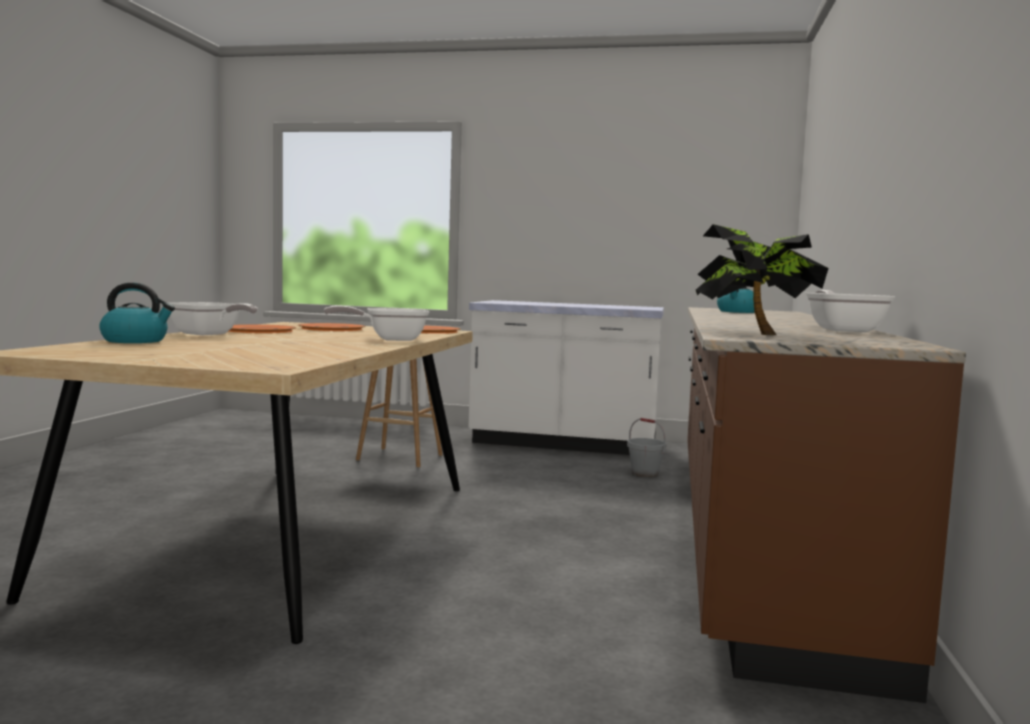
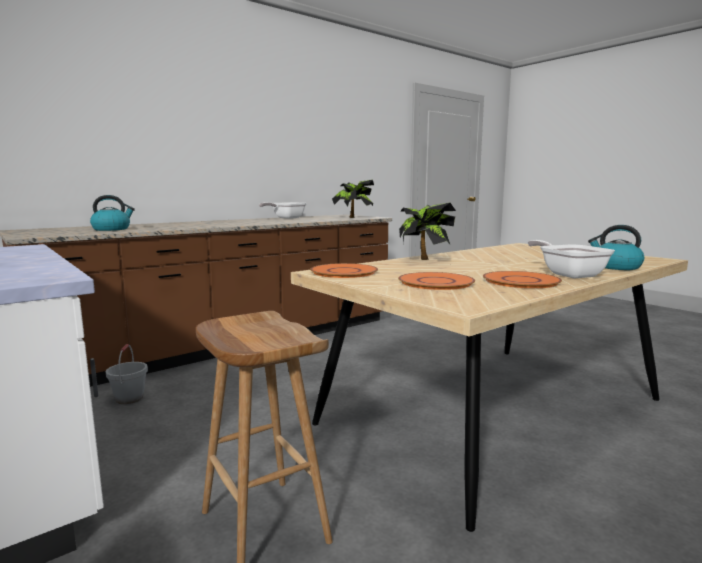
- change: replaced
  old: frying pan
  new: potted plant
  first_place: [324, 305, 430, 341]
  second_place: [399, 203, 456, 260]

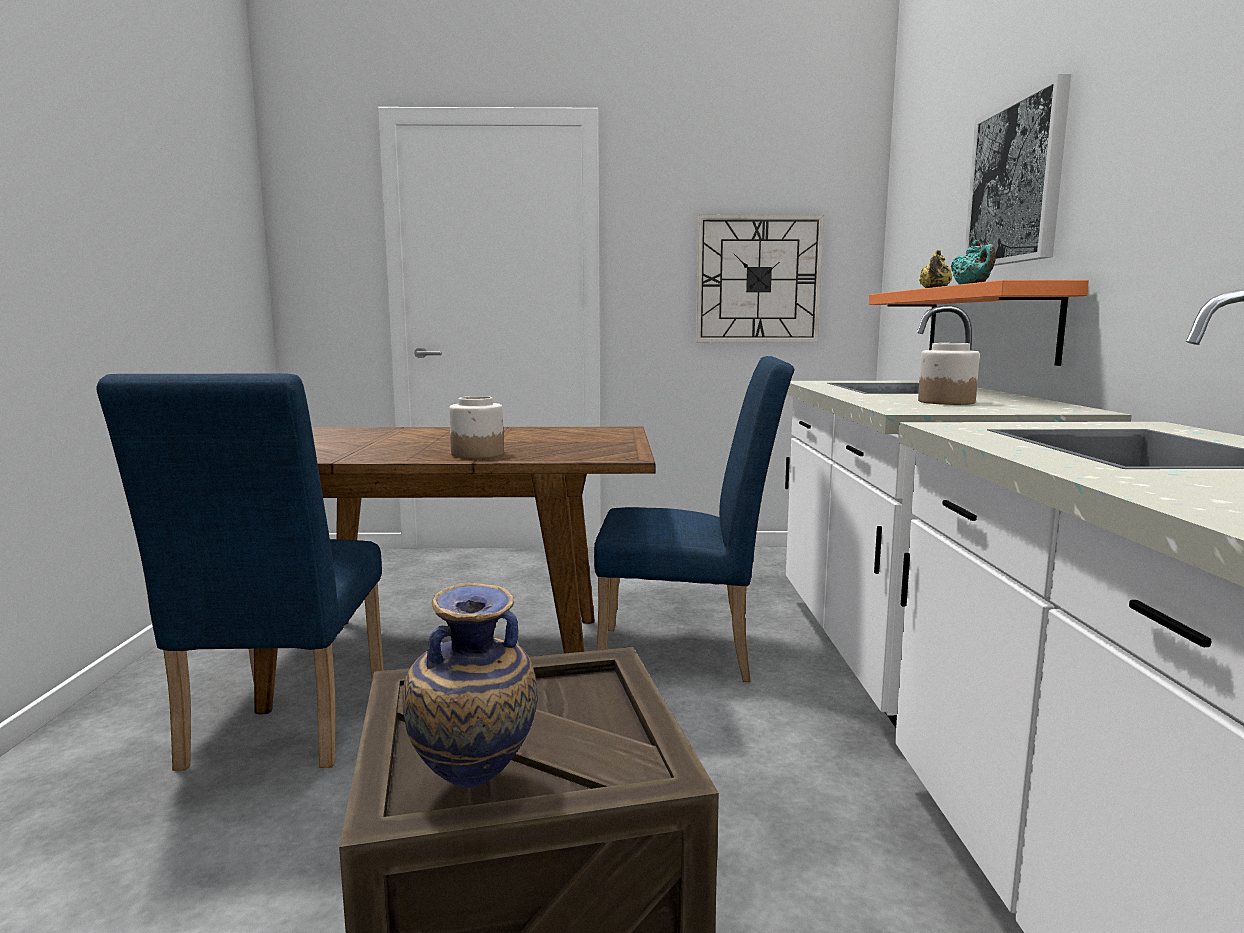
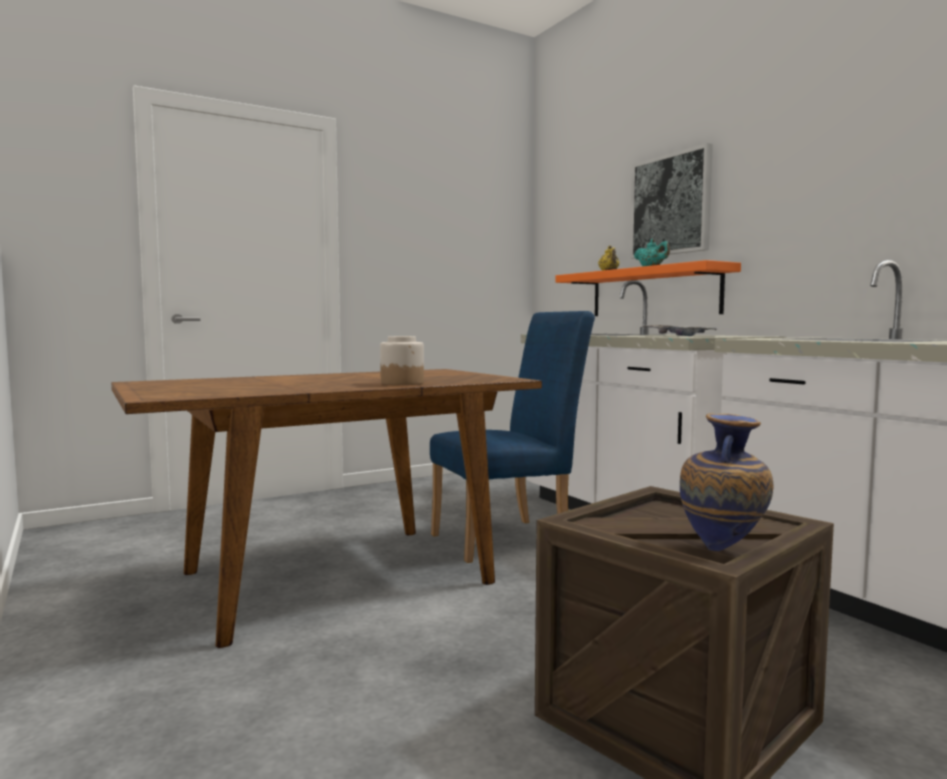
- change: replaced
  old: jar
  new: tray
  first_place: [918, 343, 980, 405]
  second_place: [642, 325, 719, 336]
- change: removed
  old: chair (blue)
  first_place: [96, 373, 384, 771]
- change: removed
  old: wall clock
  first_place: [696, 215, 824, 342]

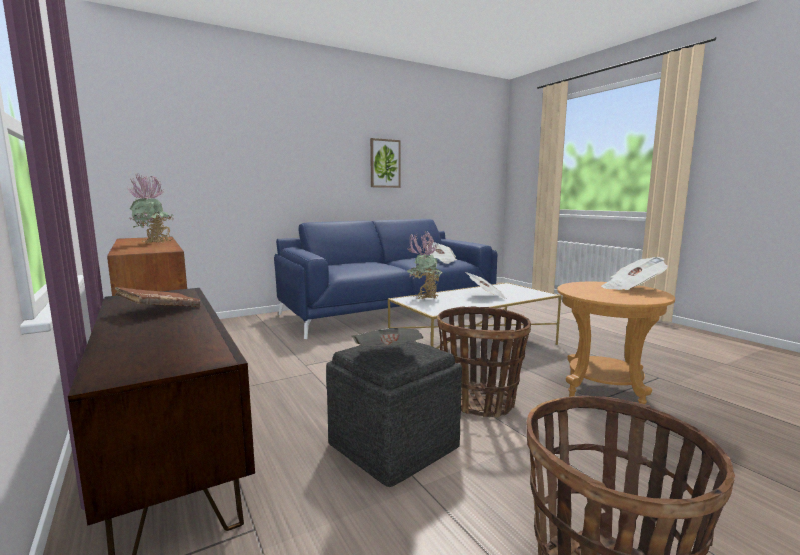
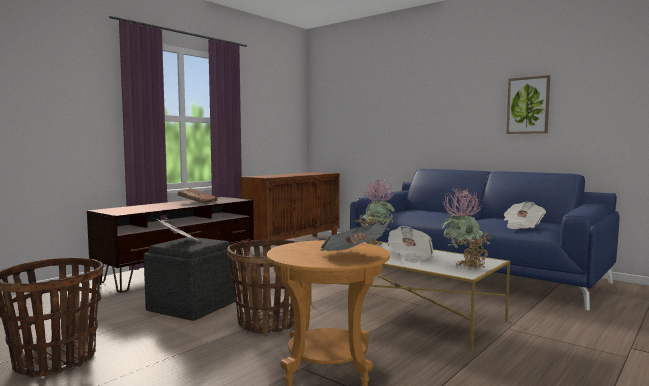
- change: moved
  old: potted plant
  first_place: [128, 174, 175, 243]
  second_place: [441, 187, 492, 269]

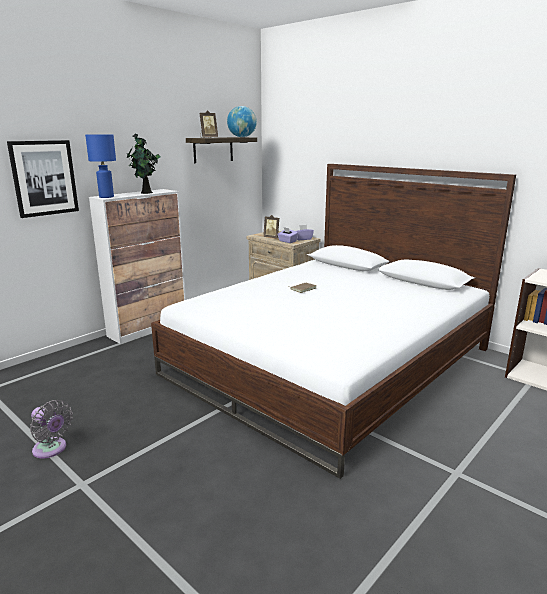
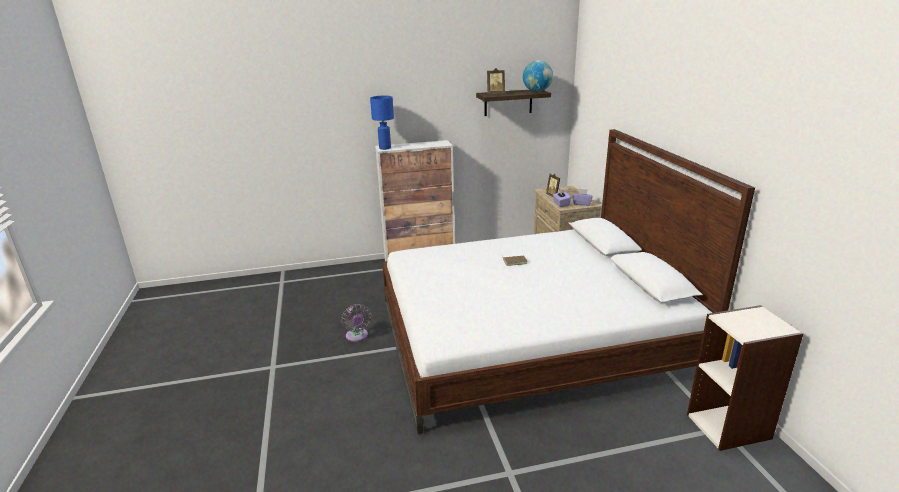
- change: moved
  old: fan (grey)
  first_place: [30, 400, 73, 459]
  second_place: [341, 304, 372, 342]
- change: removed
  old: picture
  first_place: [7, 140, 79, 218]
- change: removed
  old: potted plant
  first_place: [127, 133, 161, 194]

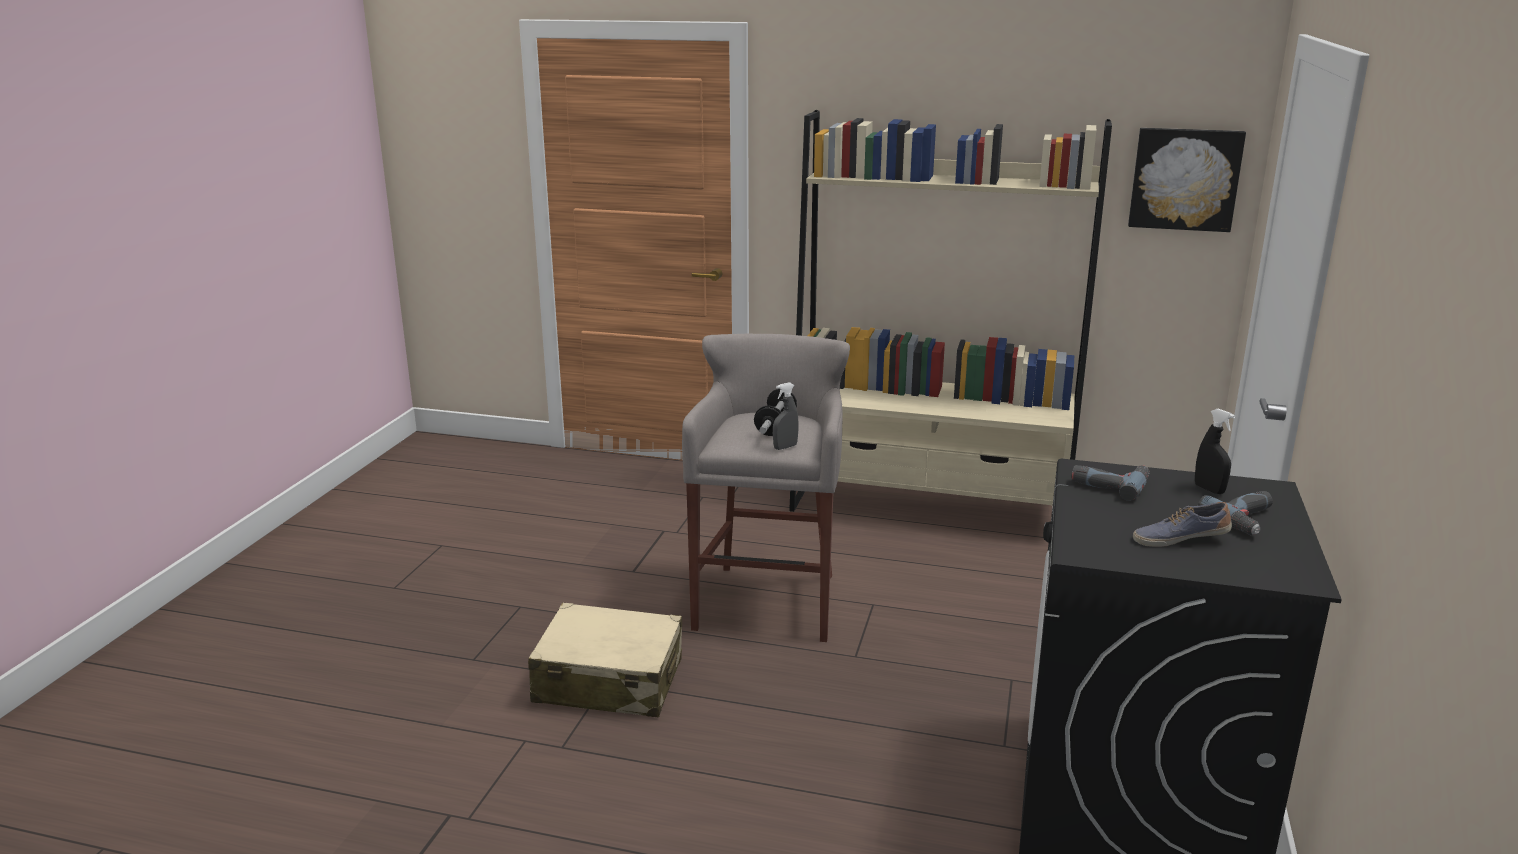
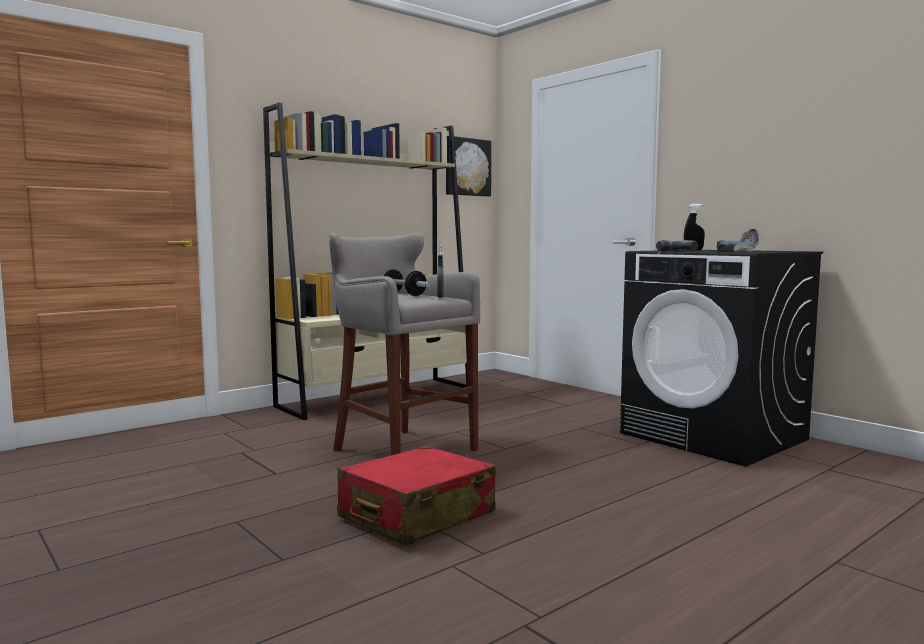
- change: recoloured
  old: suitcase (beige)
  new: suitcase (red)
  first_place: [528, 602, 682, 717]
  second_place: [337, 446, 496, 546]

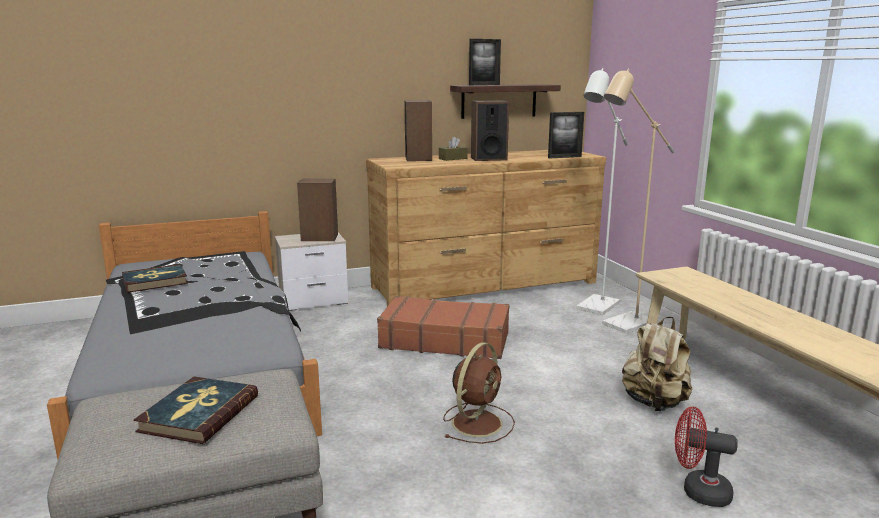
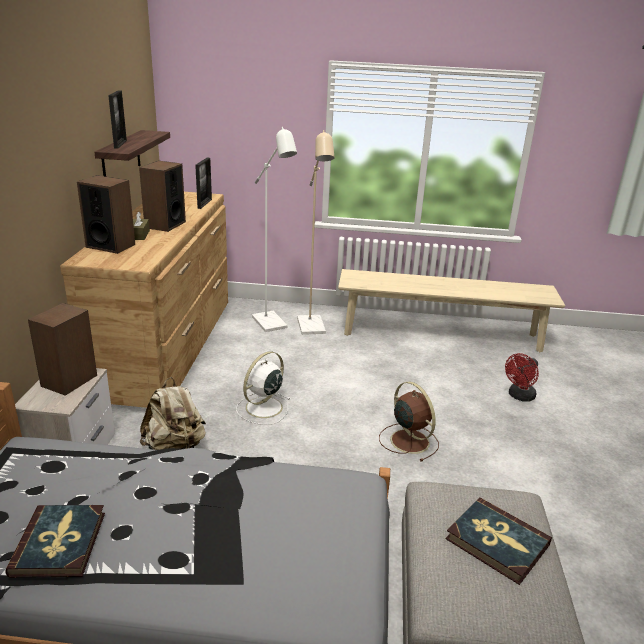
- change: moved
  old: backpack (beige)
  first_place: [622, 317, 692, 412]
  second_place: [140, 377, 206, 450]
- change: replaced
  old: suitcase (brown)
  new: fan (white)
  first_place: [377, 296, 509, 359]
  second_place: [236, 351, 290, 425]

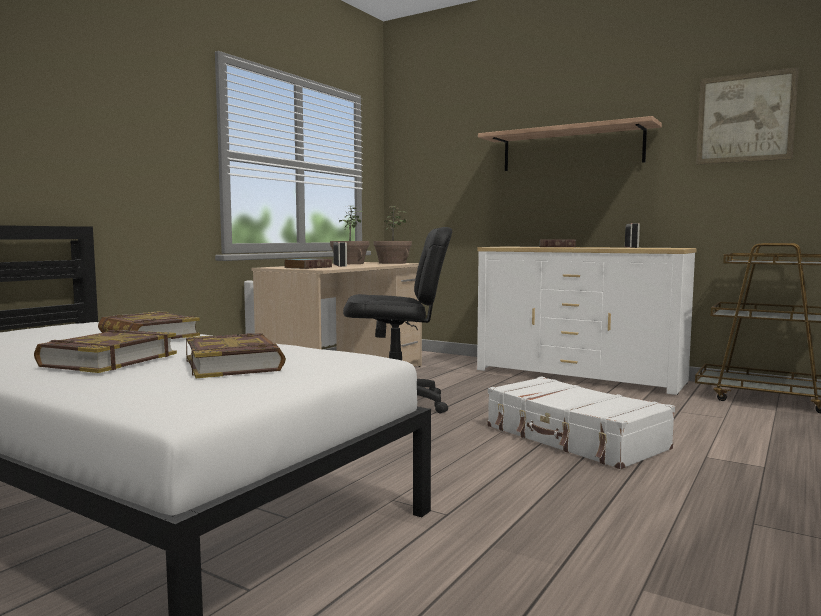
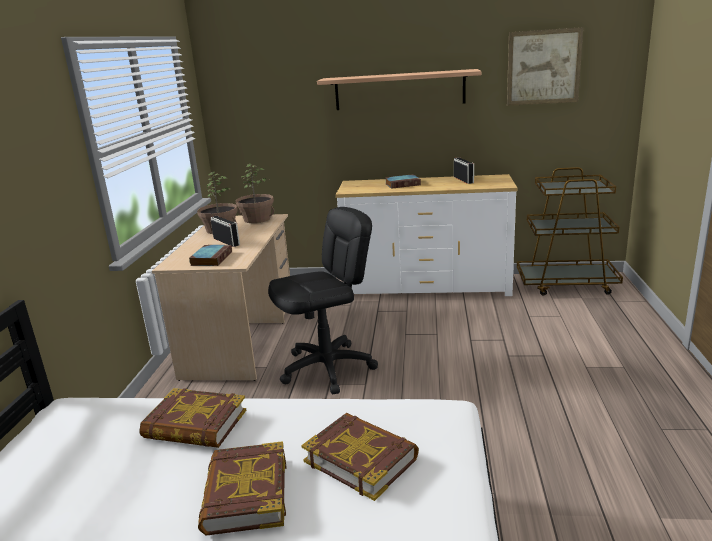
- change: removed
  old: suitcase (white)
  first_place: [488, 376, 675, 469]

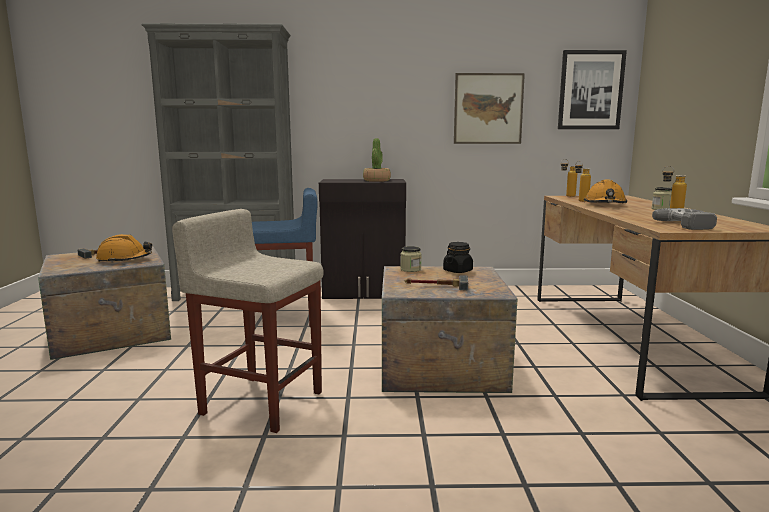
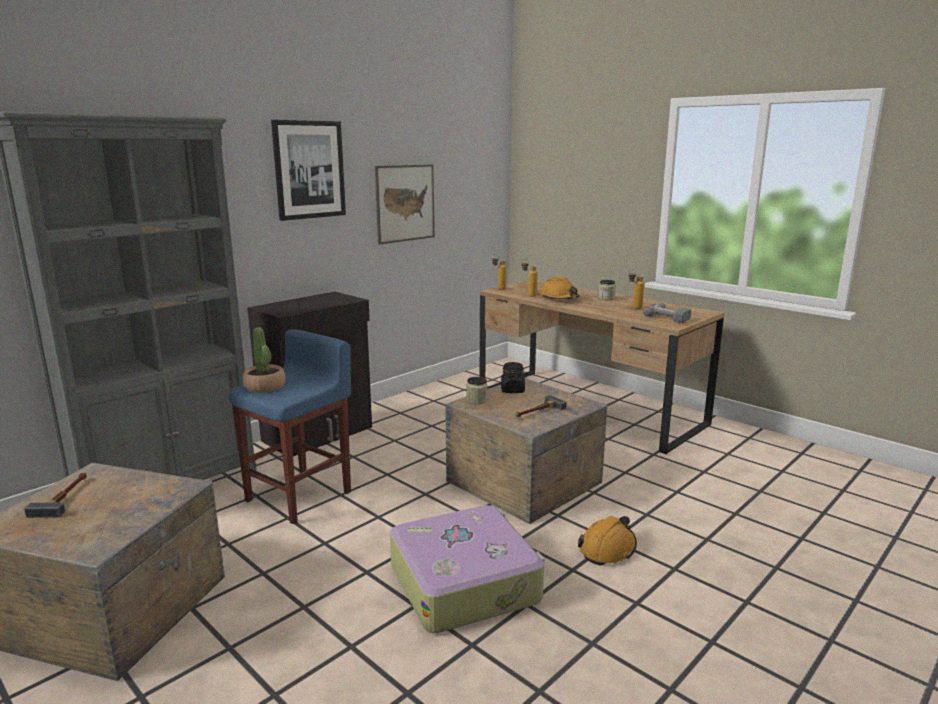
- change: moved
  old: potted plant
  first_place: [363, 138, 391, 182]
  second_place: [243, 327, 286, 393]
- change: moved
  old: picture
  first_place: [558, 50, 627, 129]
  second_place: [271, 120, 346, 221]
- change: replaced
  old: stool (beige)
  new: suitcase
  first_place: [172, 209, 324, 433]
  second_place: [390, 505, 544, 633]
- change: moved
  old: hard hat (orange)
  first_place: [96, 234, 152, 263]
  second_place: [578, 516, 637, 566]

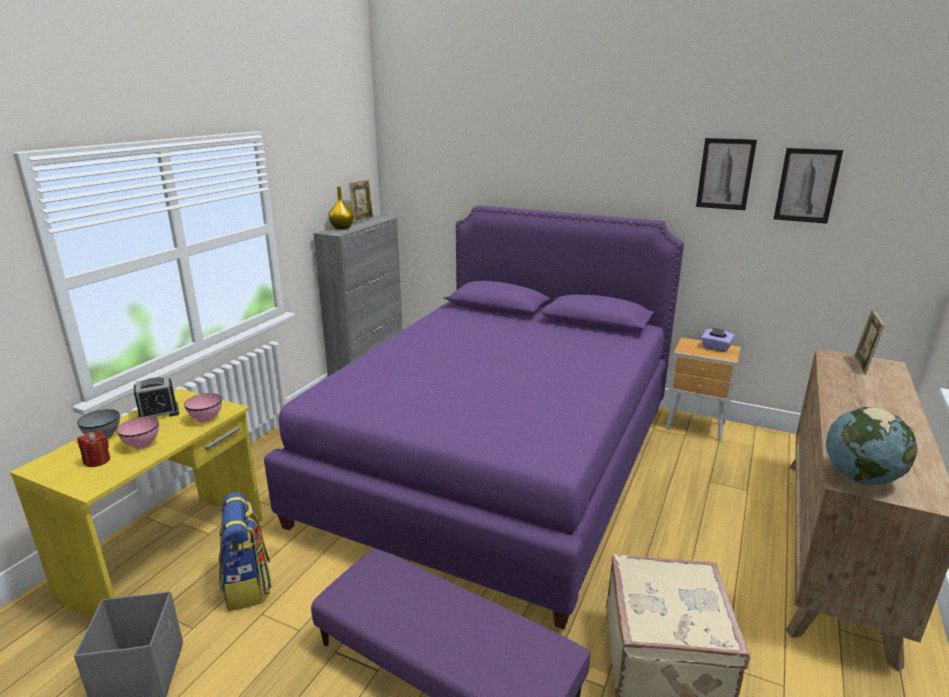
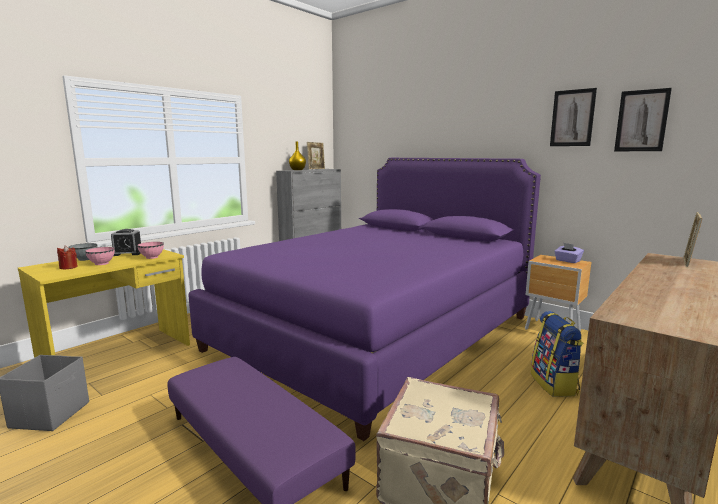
- change: moved
  old: backpack
  first_place: [219, 492, 272, 611]
  second_place: [531, 311, 583, 397]
- change: removed
  old: globe
  first_place: [826, 407, 918, 485]

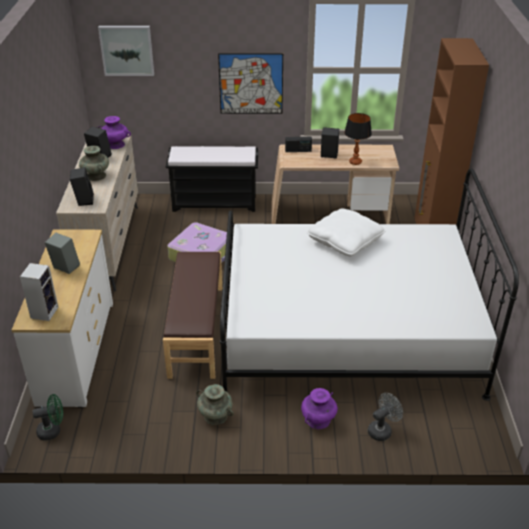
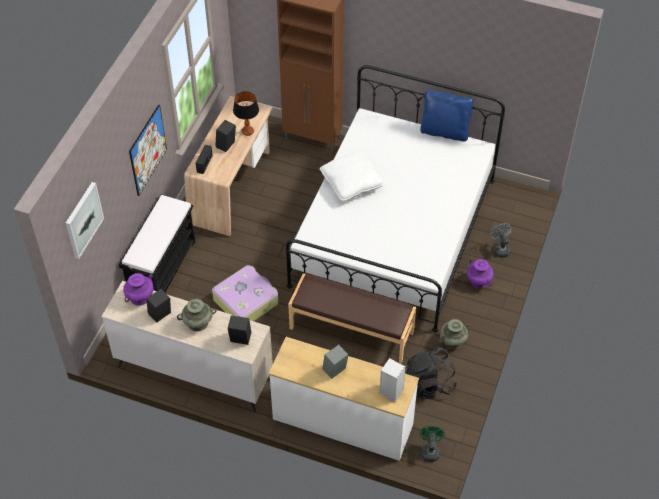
- change: added
  new: backpack (black)
  second_place: [406, 347, 457, 399]
- change: added
  new: pillow (blue)
  second_place: [420, 90, 474, 141]

